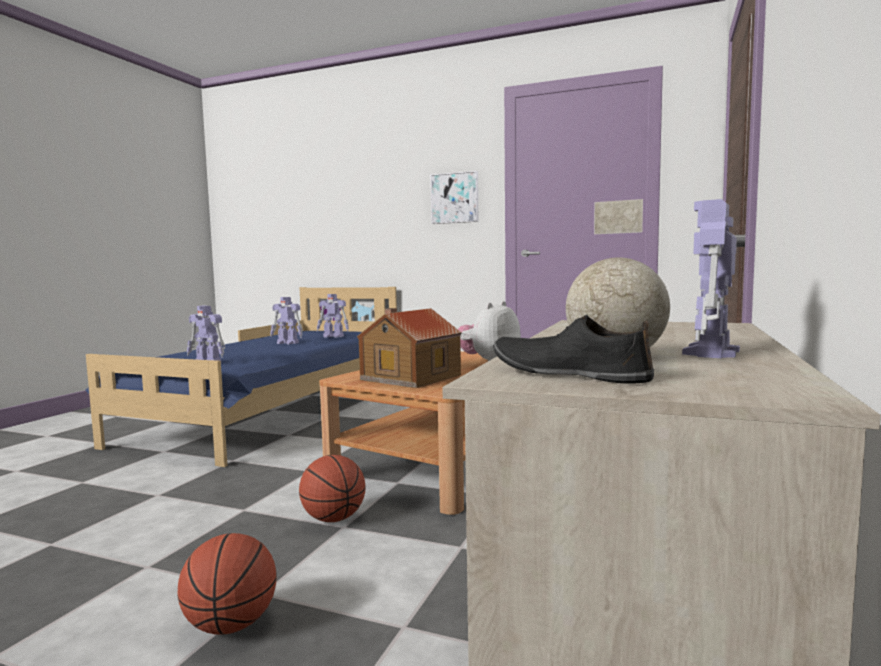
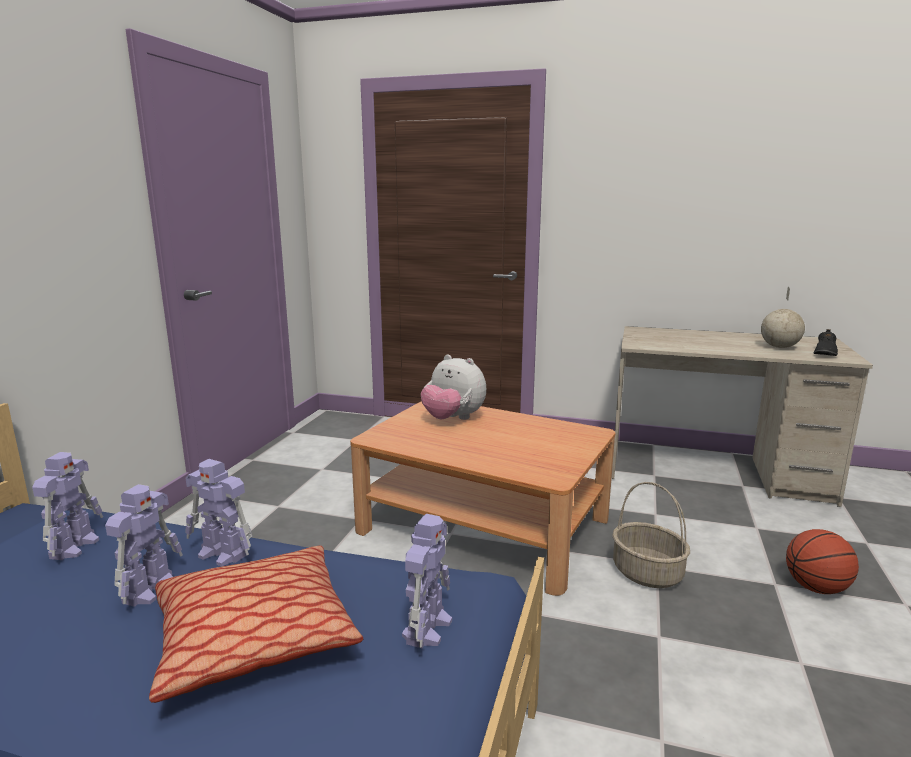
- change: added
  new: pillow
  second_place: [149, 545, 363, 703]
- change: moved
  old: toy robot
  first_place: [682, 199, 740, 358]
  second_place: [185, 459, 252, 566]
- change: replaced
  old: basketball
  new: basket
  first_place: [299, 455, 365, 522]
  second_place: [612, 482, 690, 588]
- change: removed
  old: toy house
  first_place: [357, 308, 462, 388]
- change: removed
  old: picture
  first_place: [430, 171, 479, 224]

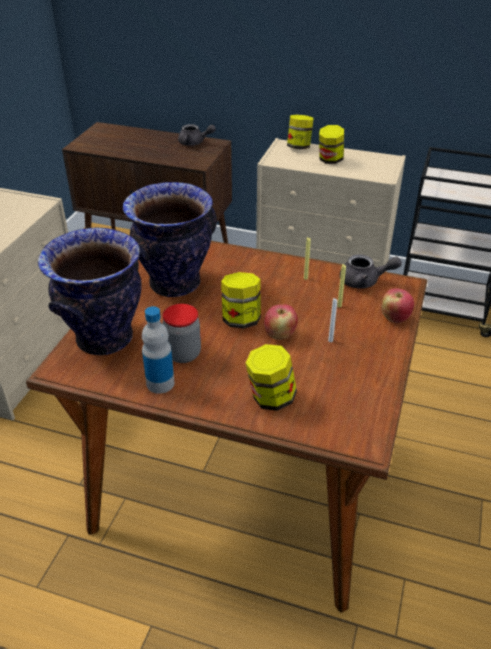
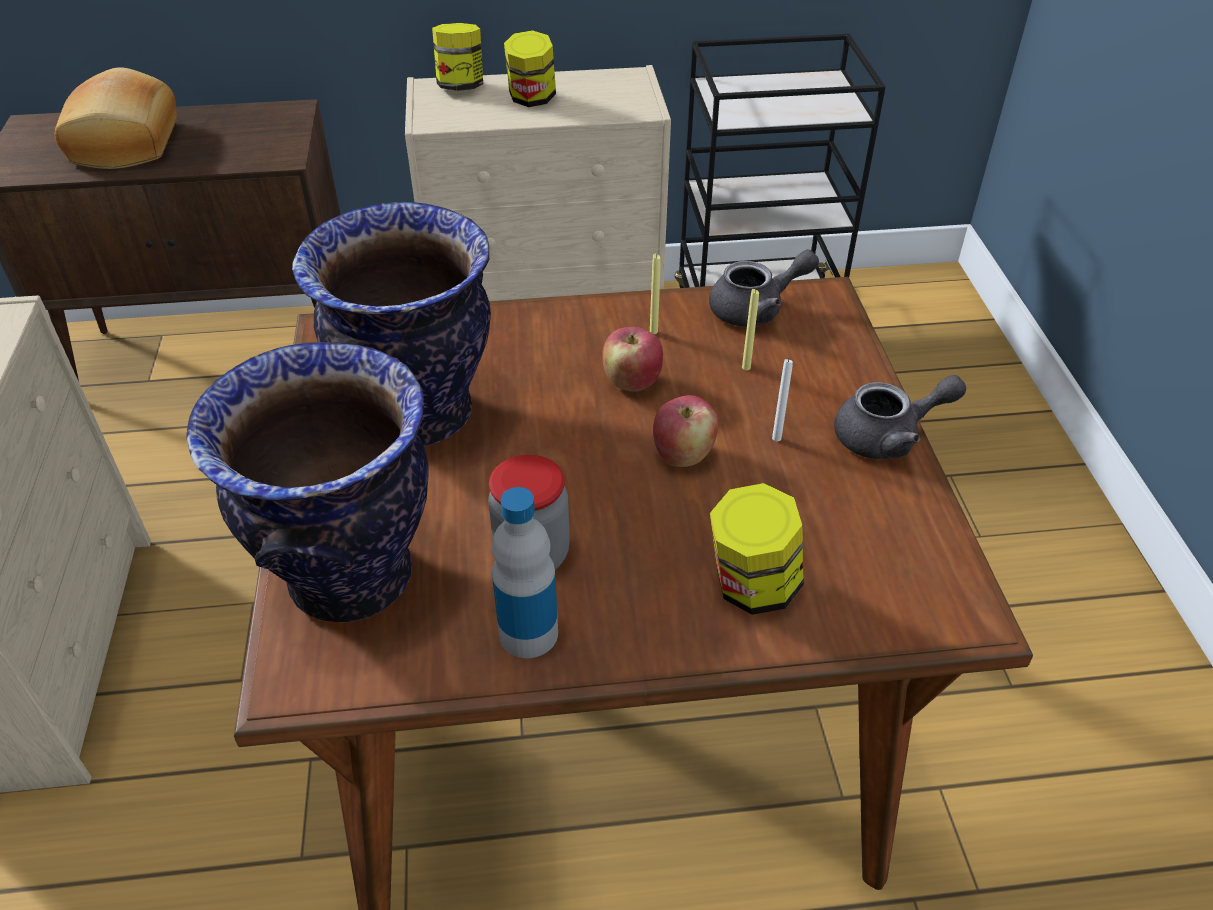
- change: added
  new: bread
  second_place: [54, 67, 177, 169]
- change: moved
  old: apple
  first_place: [381, 288, 414, 323]
  second_place: [603, 327, 663, 391]
- change: moved
  old: teapot (grey)
  first_place: [178, 124, 216, 146]
  second_place: [834, 375, 966, 459]
- change: removed
  old: jar
  first_place: [221, 272, 261, 329]

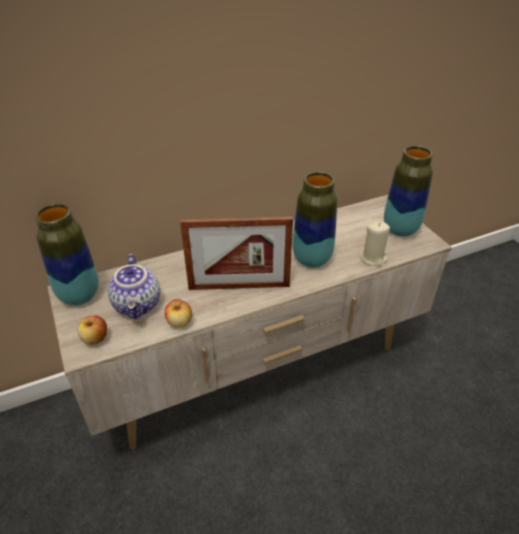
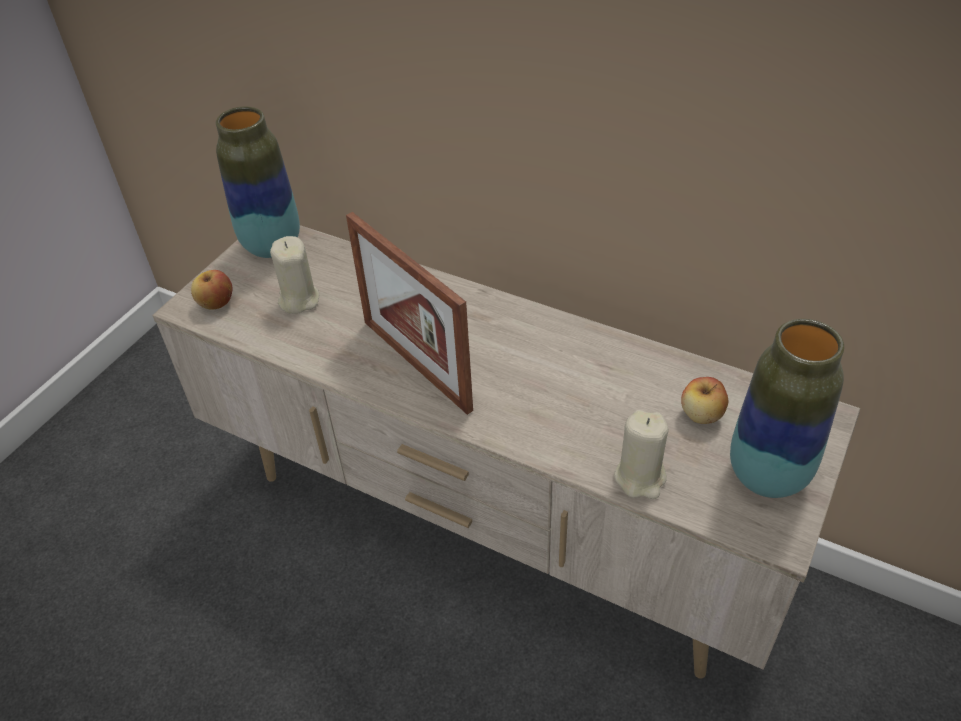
- change: replaced
  old: teapot
  new: candle (beige)
  first_place: [108, 254, 160, 319]
  second_place: [270, 236, 319, 314]
- change: moved
  old: apple
  first_place: [165, 299, 192, 328]
  second_place: [681, 377, 728, 424]
- change: removed
  old: vase
  first_place: [292, 172, 337, 268]

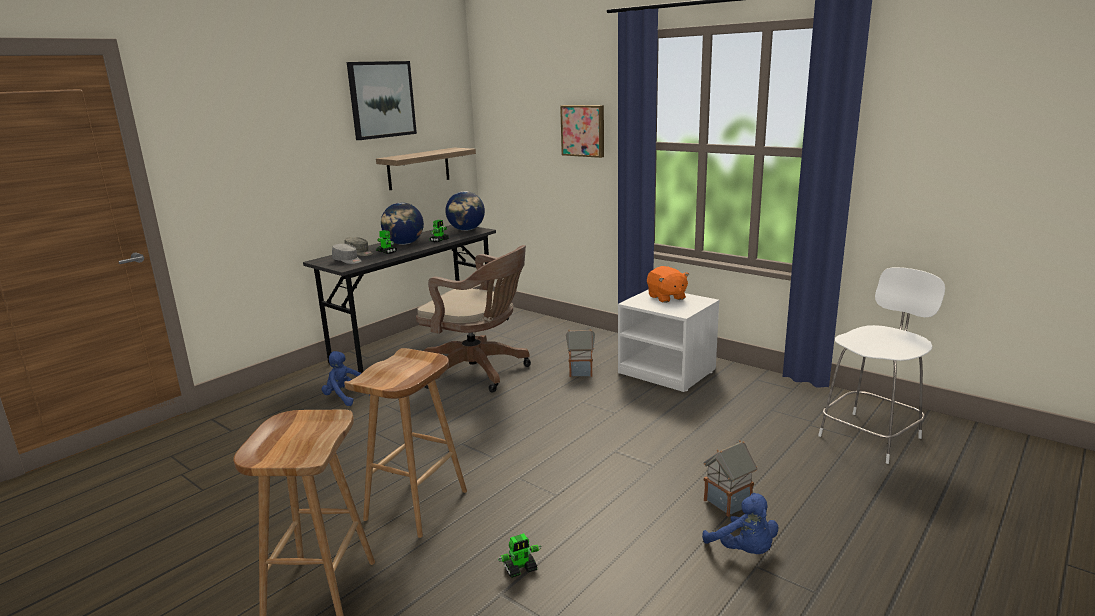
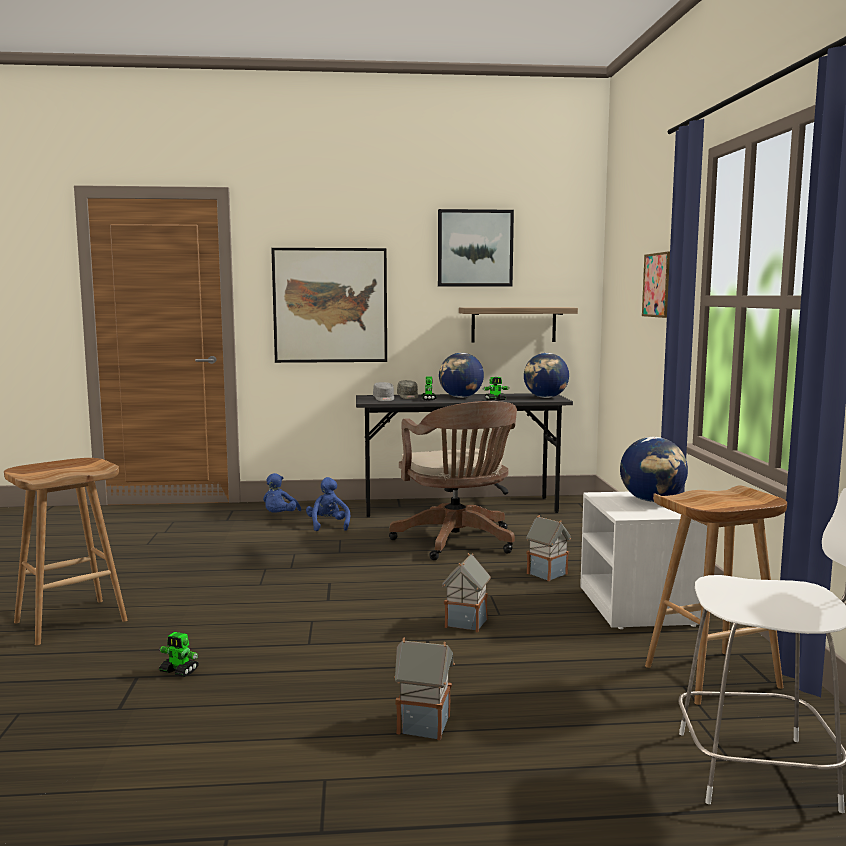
- change: moved
  old: plush toy (blue)
  first_place: [702, 493, 778, 554]
  second_place: [263, 473, 301, 513]
- change: added
  new: picture
  second_place: [271, 248, 387, 363]
- change: added
  new: toy house
  second_place: [442, 553, 491, 632]
- change: replaced
  old: plush toy (orange)
  new: globe
  first_place: [647, 266, 689, 303]
  second_place: [620, 437, 688, 502]
- change: moved
  old: stool (brown)
  first_place: [344, 348, 467, 538]
  second_place: [645, 485, 787, 705]

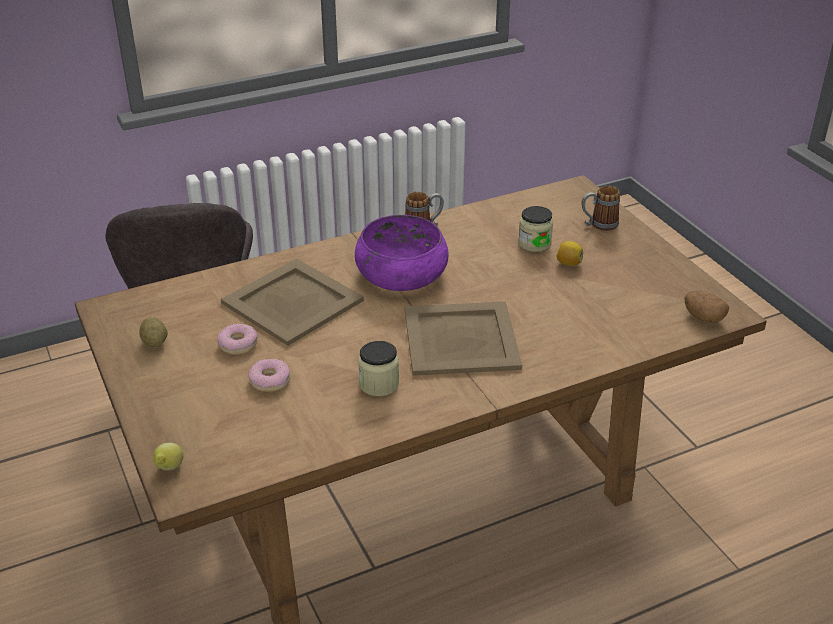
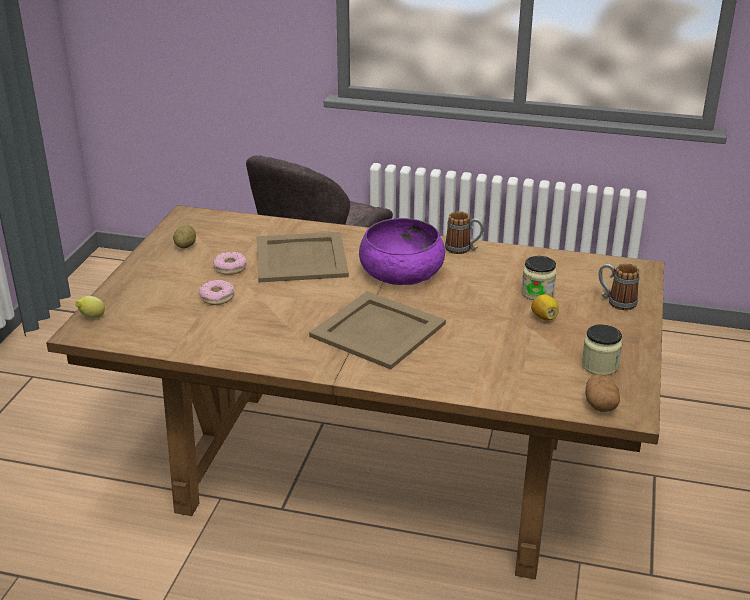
- change: moved
  old: jar
  first_place: [358, 341, 399, 396]
  second_place: [581, 324, 622, 376]

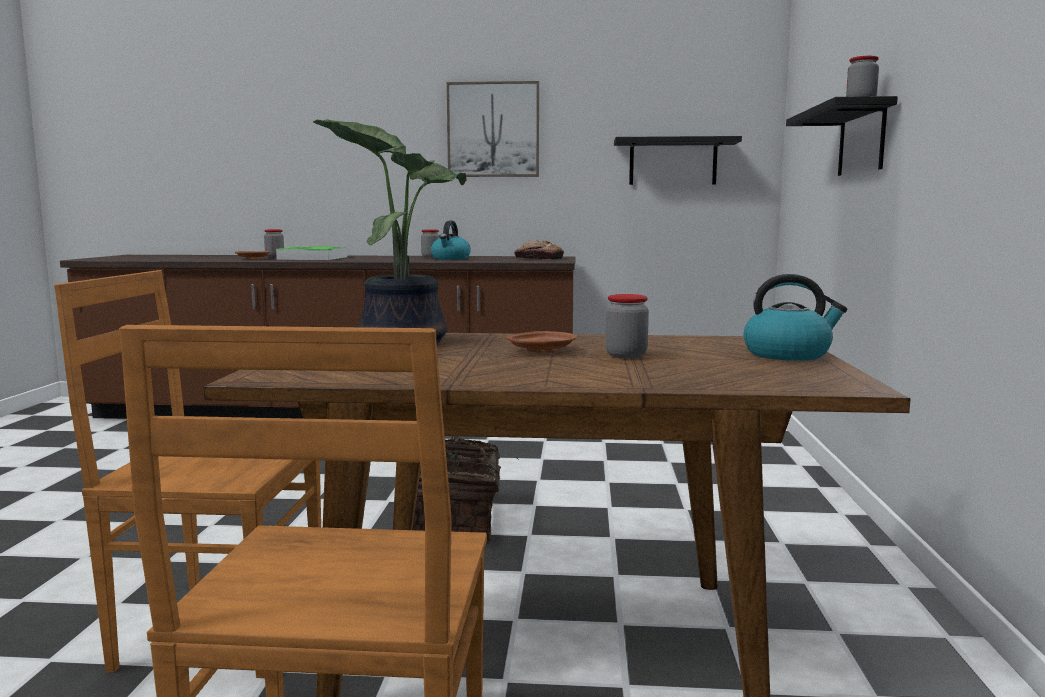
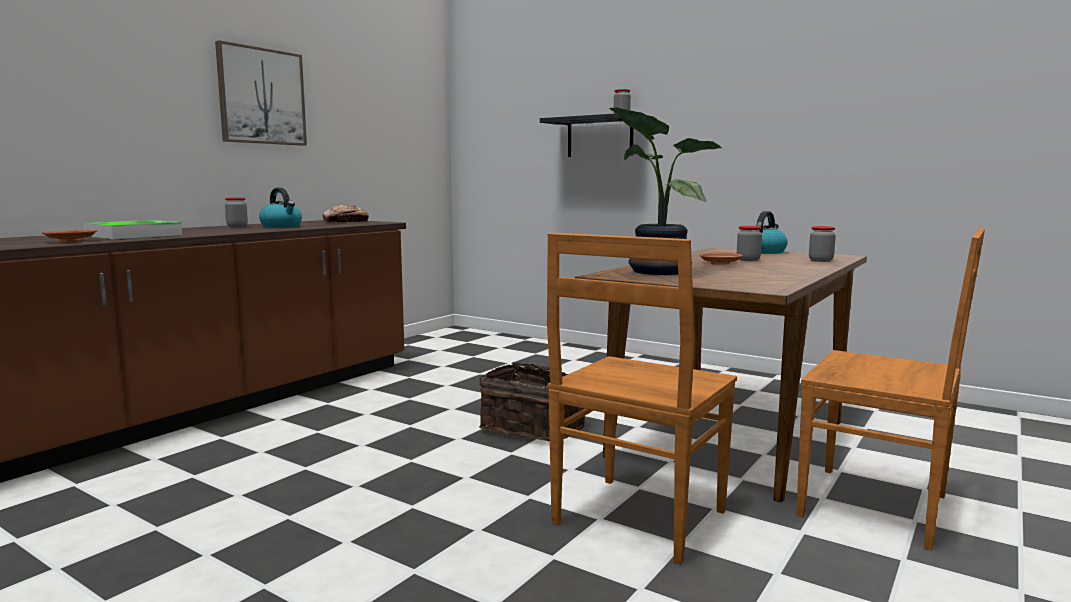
- change: moved
  old: jar
  first_place: [264, 229, 284, 257]
  second_place: [809, 226, 836, 262]
- change: removed
  old: shelf (black)
  first_place: [614, 136, 742, 185]

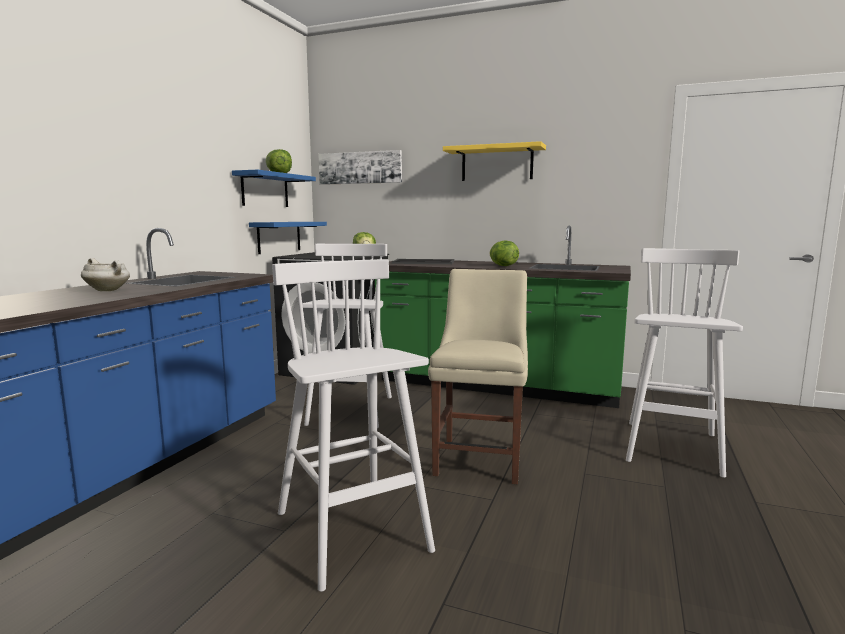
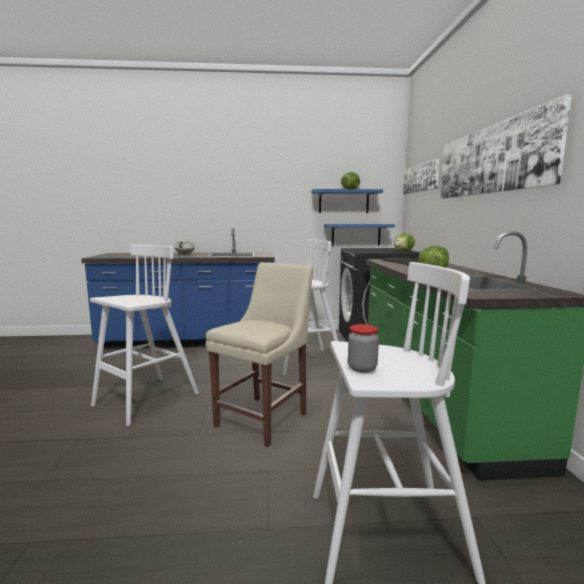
- change: turned
  old: chair (beige)
  first_place: [428, 269, 528, 484]
  second_place: [206, 262, 313, 447]
  degrees: -45
- change: added
  new: jar
  second_place: [348, 324, 379, 373]
- change: replaced
  old: shelf (yellow)
  new: picture
  first_place: [443, 141, 546, 181]
  second_place: [440, 95, 572, 199]

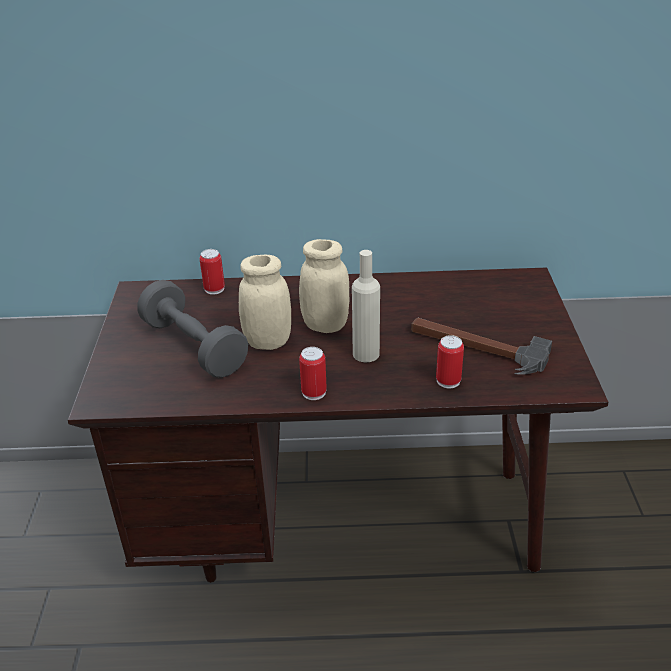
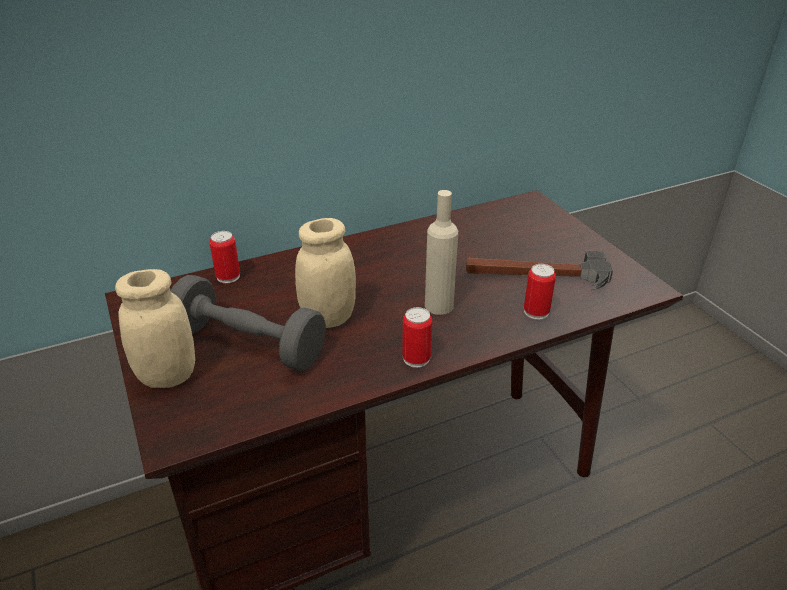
- change: moved
  old: jar (beige)
  first_place: [299, 239, 350, 333]
  second_place: [115, 269, 195, 388]

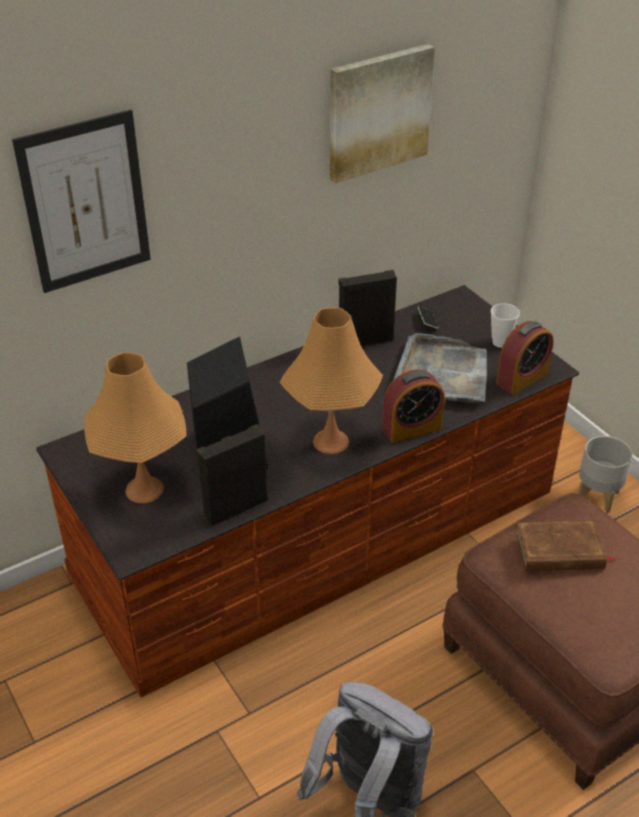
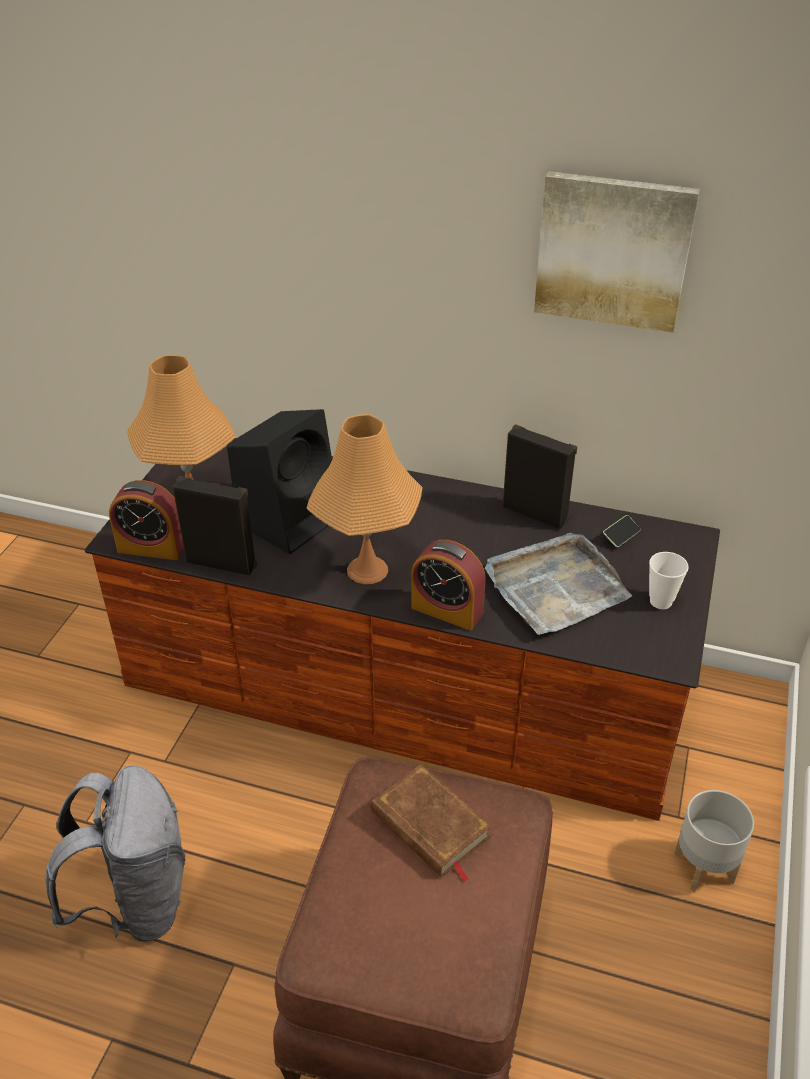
- change: moved
  old: alarm clock
  first_place: [496, 321, 553, 395]
  second_place: [109, 480, 184, 560]
- change: removed
  old: picture
  first_place: [12, 110, 151, 293]

